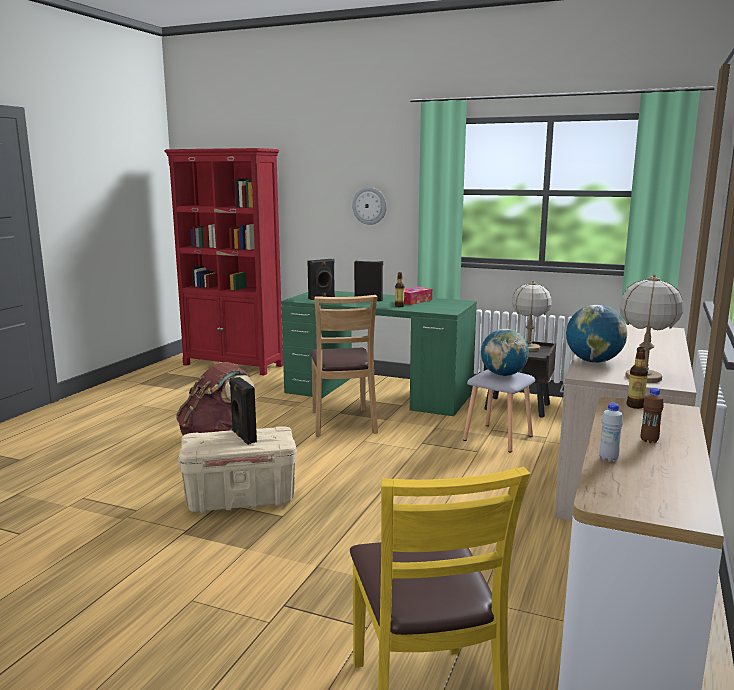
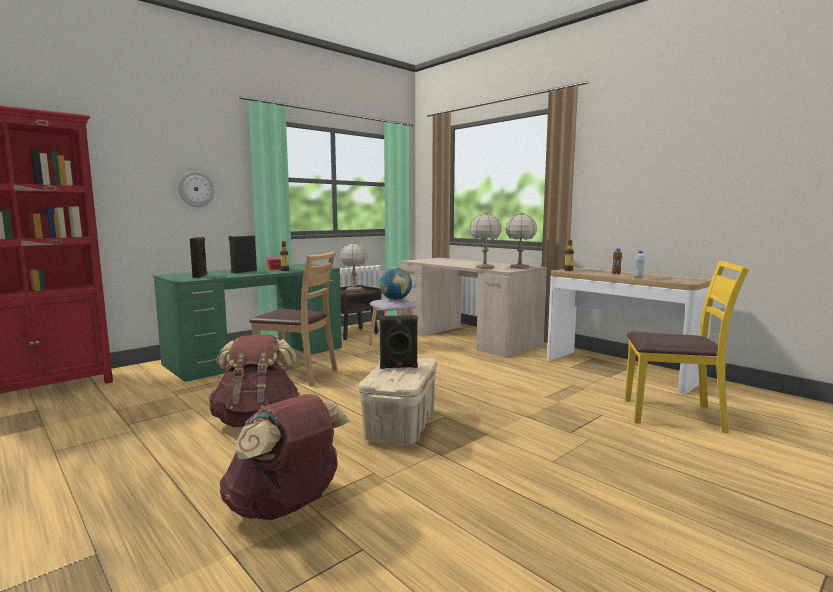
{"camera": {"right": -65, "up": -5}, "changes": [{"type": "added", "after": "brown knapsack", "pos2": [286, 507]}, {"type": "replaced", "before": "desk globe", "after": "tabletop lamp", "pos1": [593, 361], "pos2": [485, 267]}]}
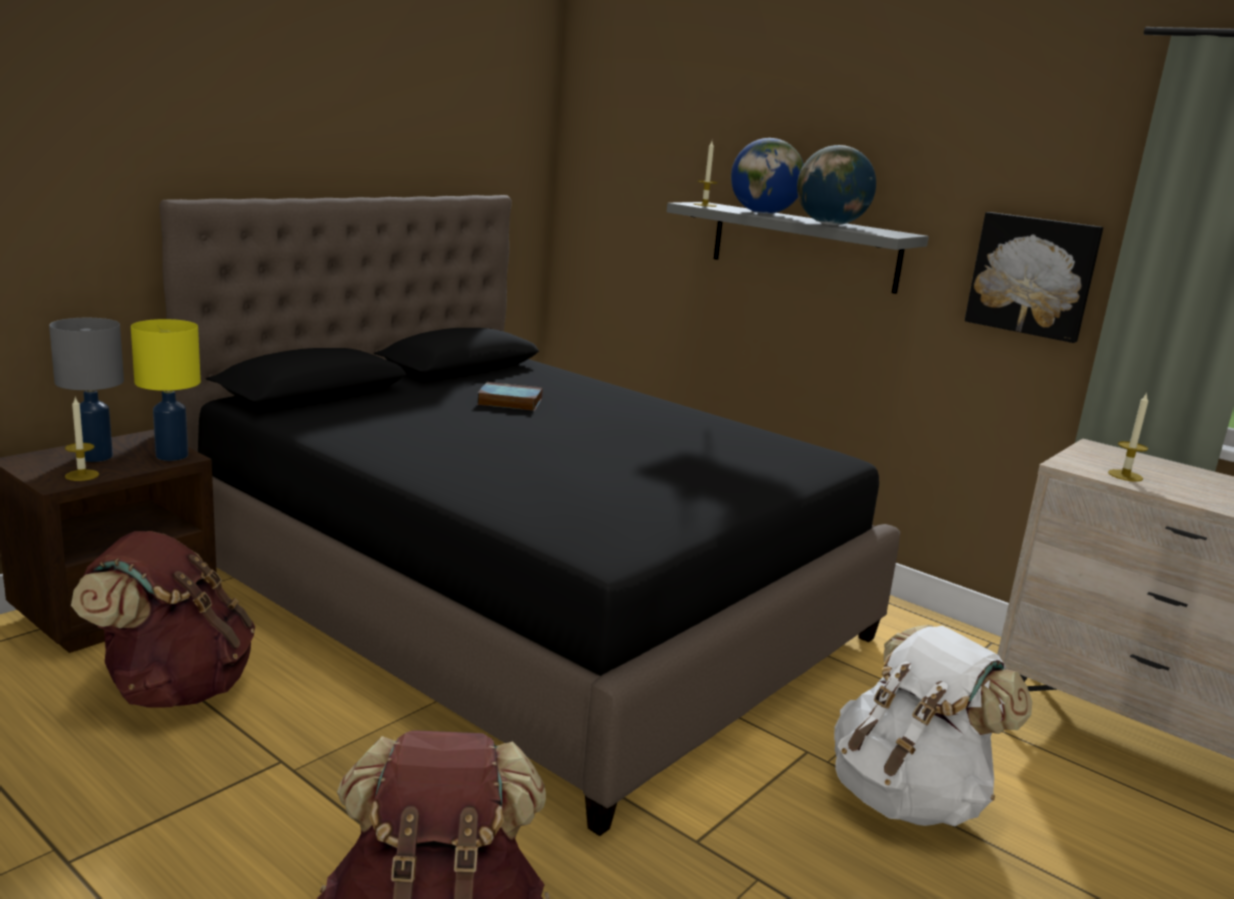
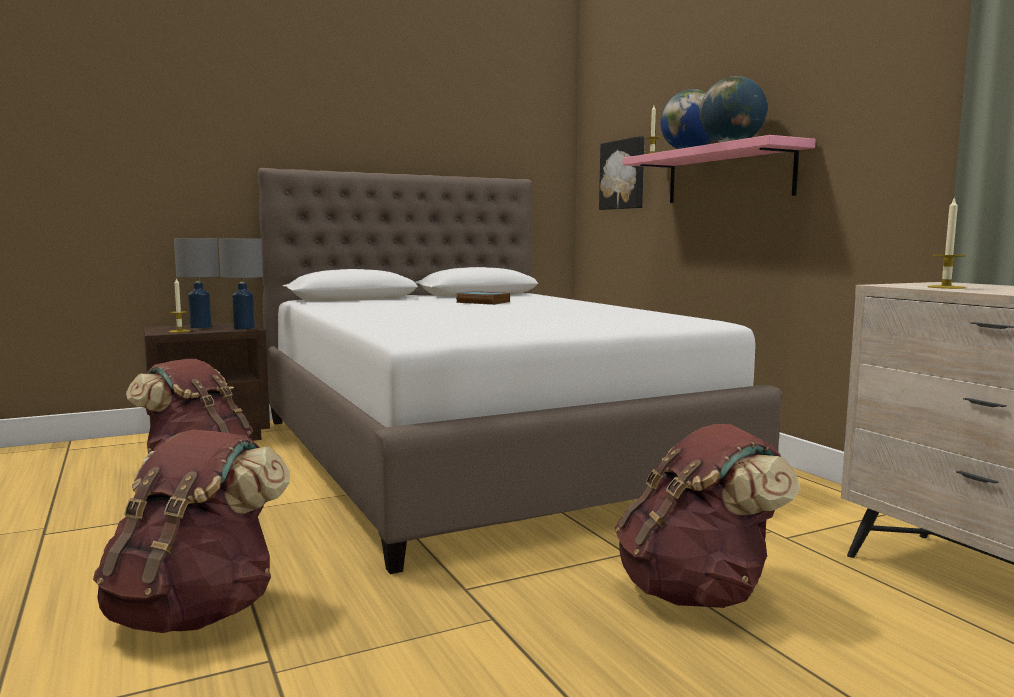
{"camera": {"right": 25, "up": -10}, "changes": [{"type": "moved", "before": "wall art", "pos1": [1033, 275], "pos2": [623, 175]}, {"type": "recoloured", "before": "yellow-coloured tabletop lamp", "after": "gray tabletop lamp", "pos1": [173, 456], "pos2": [244, 328]}, {"type": "recoloured", "before": "blackish bedroom bed", "after": "white-coloured bedroom bed", "pos1": [526, 602], "pos2": [480, 453]}, {"type": "recoloured", "before": "gray wall shelf", "after": "pink-coloured wall shelf", "pos1": [804, 246], "pos2": [728, 175]}, {"type": "recoloured", "before": "white-coloured knapsack", "after": "brown knapsack", "pos1": [908, 796], "pos2": [697, 593]}]}
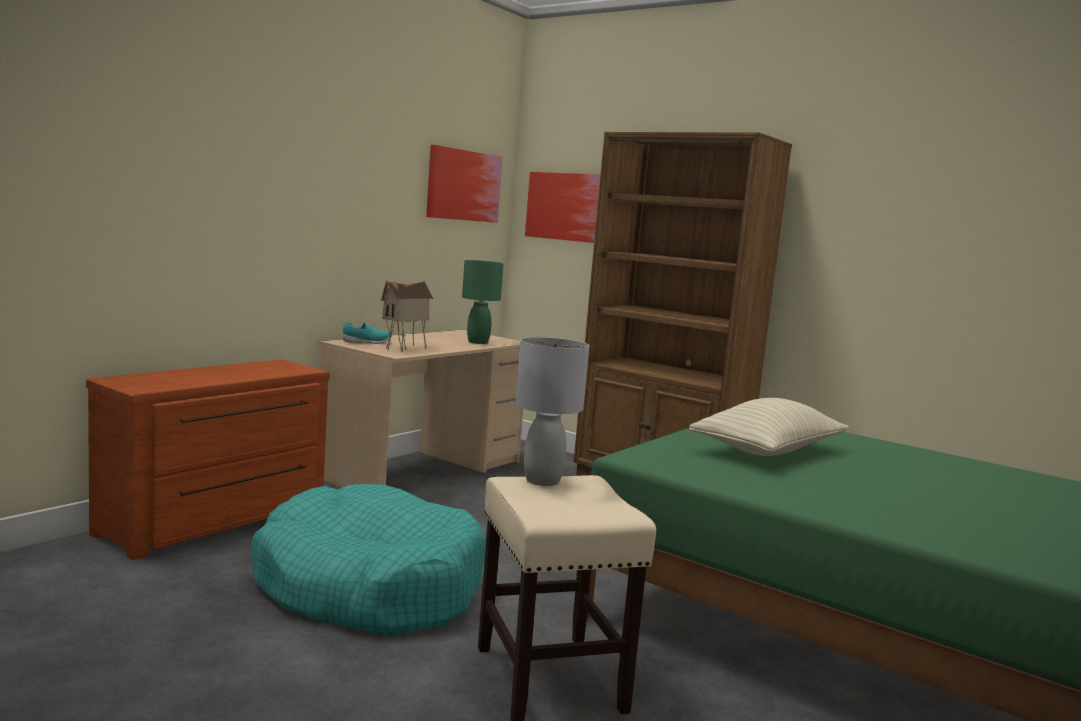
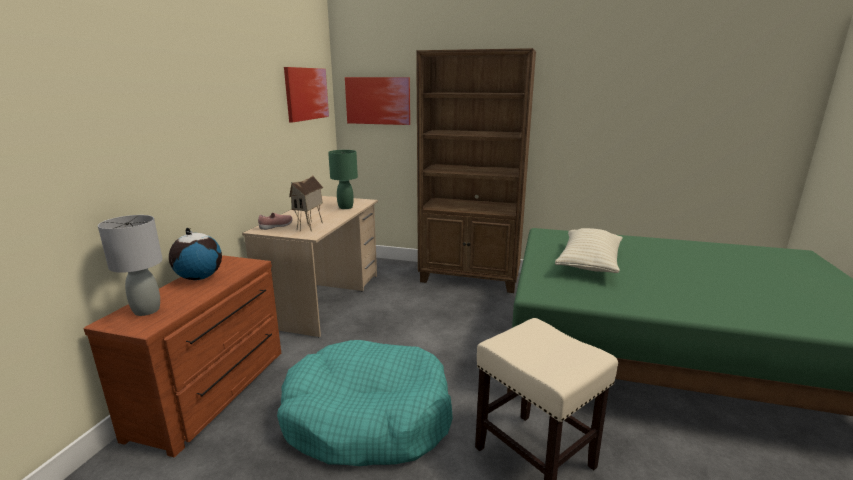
{"camera": {"right": -20, "up": 10}, "changes": [{"type": "added", "after": "desk globe", "pos2": [199, 277]}, {"type": "moved", "before": "gray tabletop lamp", "pos1": [542, 480], "pos2": [146, 310]}, {"type": "recoloured", "before": "turquoise-coloured shoe", "after": "pink-coloured shoe", "pos1": [366, 342], "pos2": [276, 226]}]}
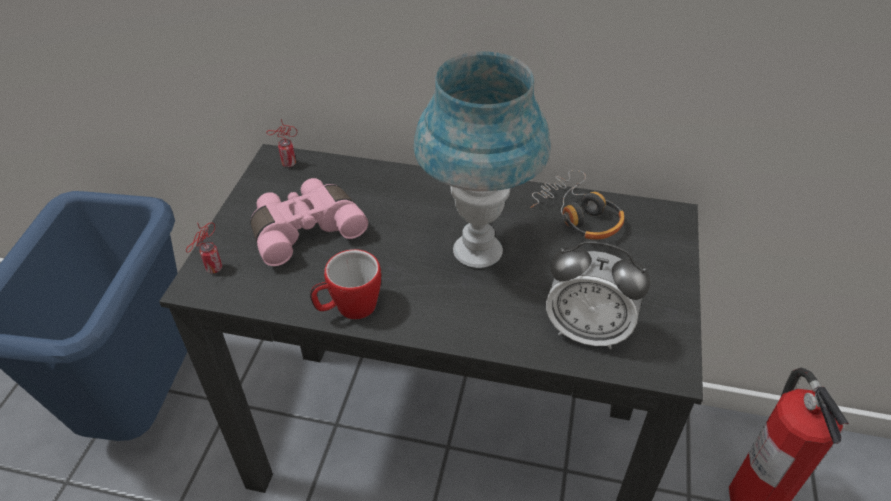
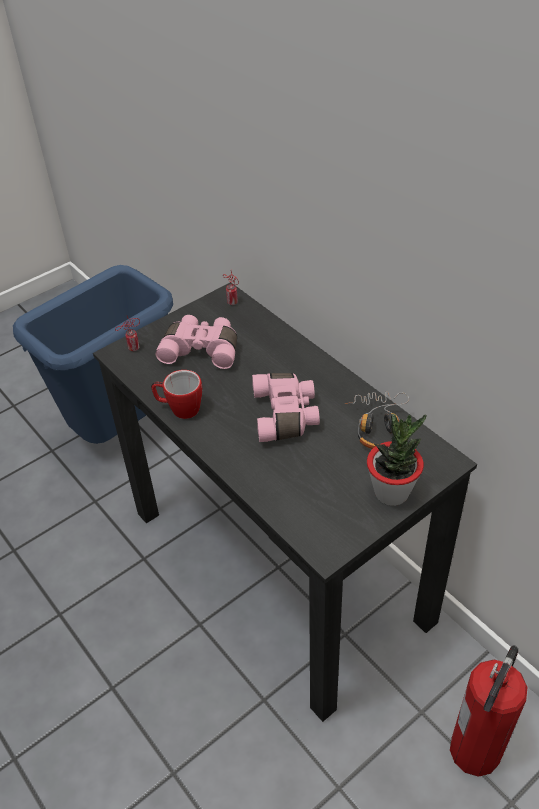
{"camera": {"right": 40, "up": 0}, "changes": [{"type": "removed", "before": "table clock", "pos1": [587, 330]}, {"type": "added", "after": "plant in a pot", "pos2": [392, 492]}, {"type": "replaced", "before": "blue-coloured tabletop lamp", "after": "pink-coloured binoculars", "pos1": [477, 251], "pos2": [286, 415]}]}
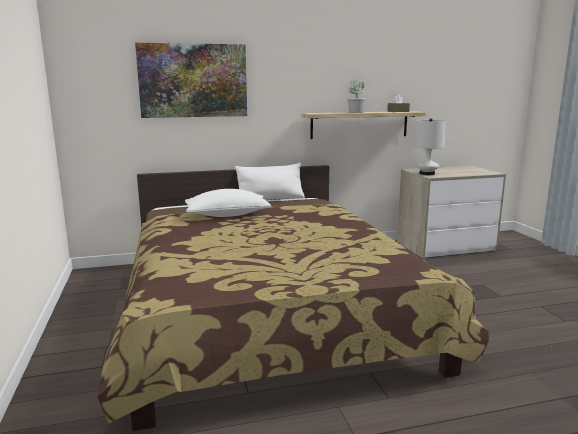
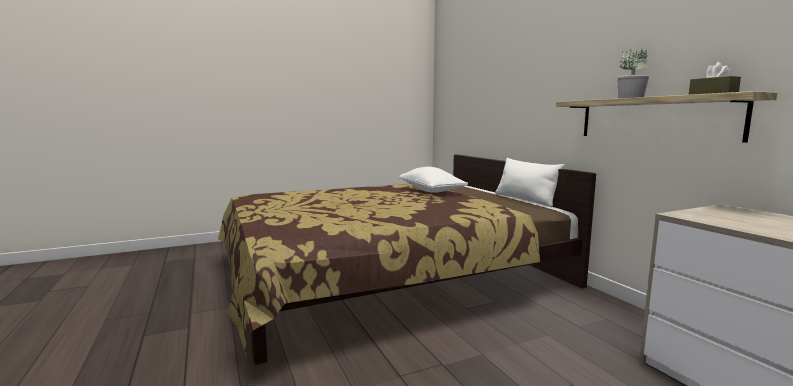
{"camera": {"right": 80, "up": -5}, "changes": [{"type": "removed", "before": "wall art", "pos1": [193, 81]}, {"type": "removed", "before": "white-coloured tabletop lamp", "pos1": [427, 173]}]}
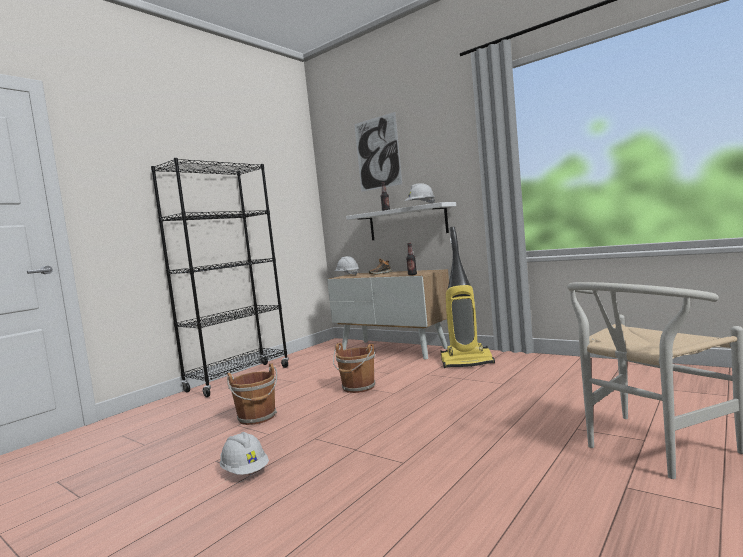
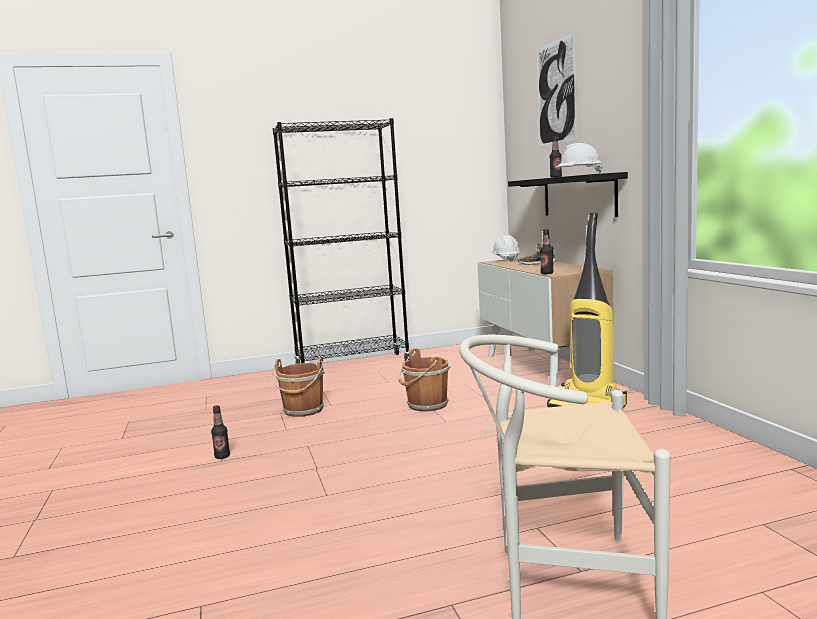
{"camera": {"right": 35, "up": 5}, "changes": [{"type": "replaced", "before": "white-coloured hard hat", "after": "bottle", "pos1": [245, 471], "pos2": [222, 457]}, {"type": "recoloured", "before": "white-coloured wall shelf", "after": "blackish wall shelf", "pos1": [407, 222], "pos2": [578, 196]}]}
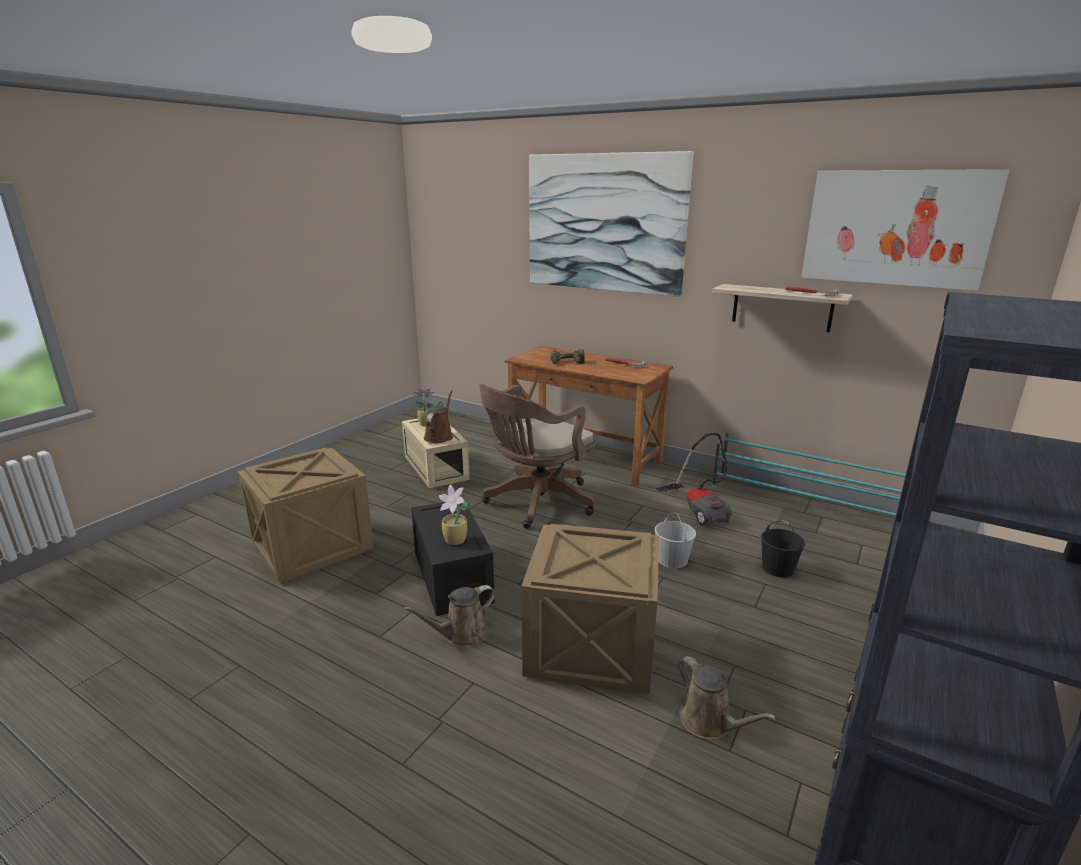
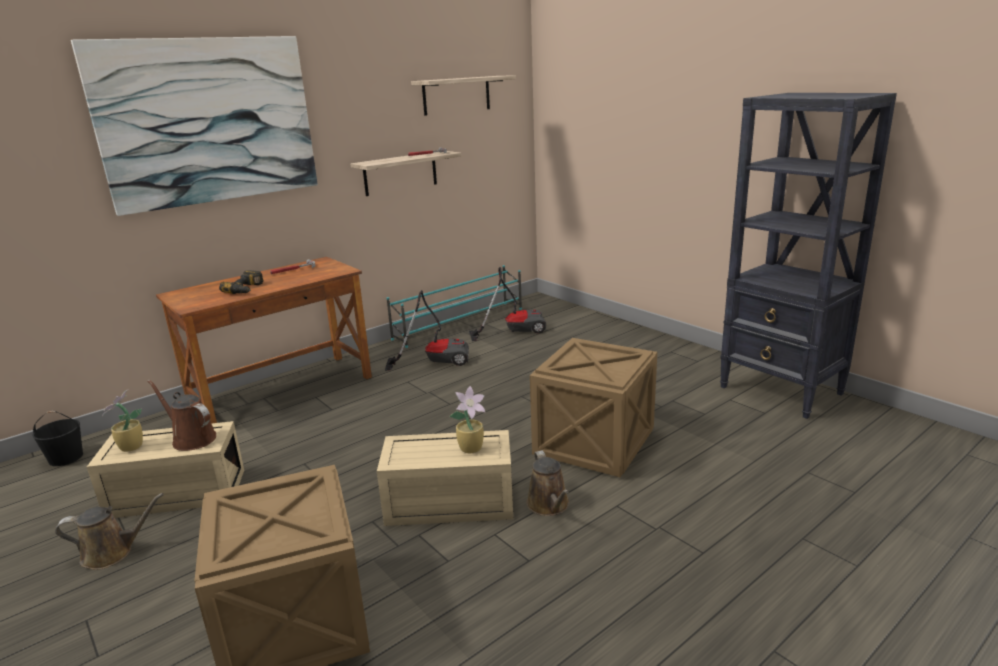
{"camera": {"right": -70, "up": 0}, "changes": [{"type": "removed", "before": "brown desk chair", "pos1": [536, 503]}, {"type": "removed", "before": "white-coloured pail", "pos1": [673, 560]}, {"type": "added", "after": "hoover", "pos2": [514, 330]}, {"type": "moved", "before": "brown watering pot", "pos1": [709, 722], "pos2": [112, 553]}, {"type": "moved", "before": "blackish pail", "pos1": [778, 568], "pos2": [66, 457]}, {"type": "replaced", "before": "wall art", "after": "wall shelf", "pos1": [896, 228], "pos2": [456, 95]}, {"type": "recoloured", "before": "blackish storage box", "after": "beige storage box", "pos1": [450, 576], "pos2": [448, 504]}]}
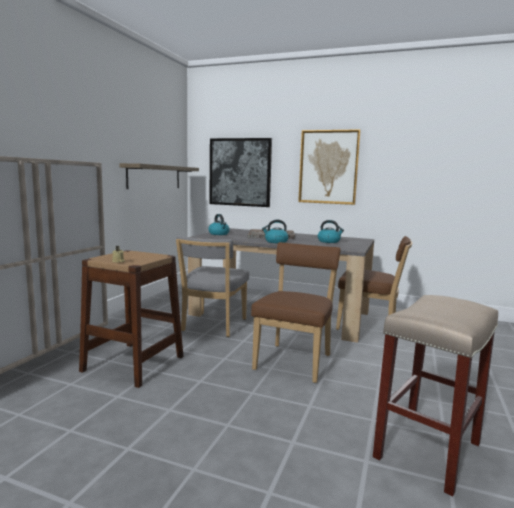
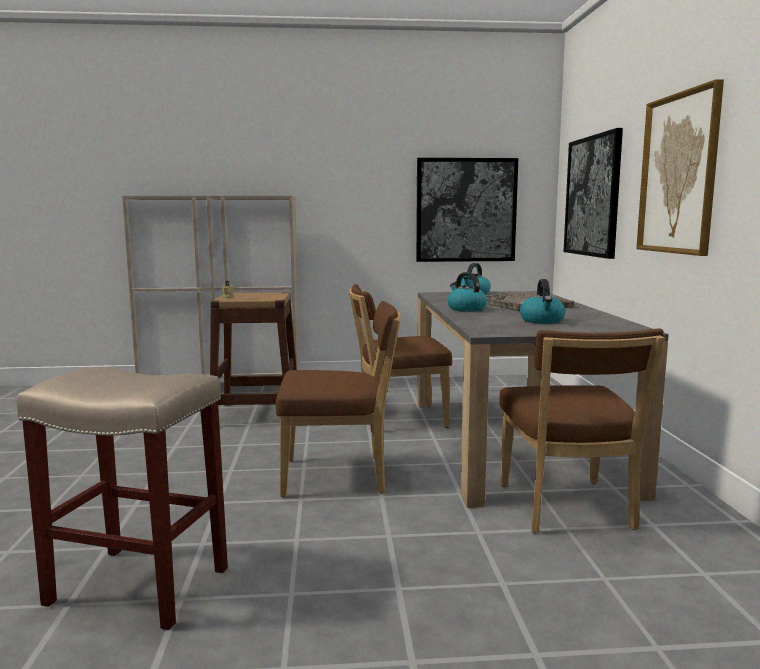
{"camera": {"right": 65, "up": 0}, "changes": [{"type": "replaced", "before": "wall shelf", "after": "wall art", "pos1": [154, 177], "pos2": [466, 210]}, {"type": "recoloured", "before": "gray chair", "after": "brown chair", "pos1": [212, 326], "pos2": [397, 419]}]}
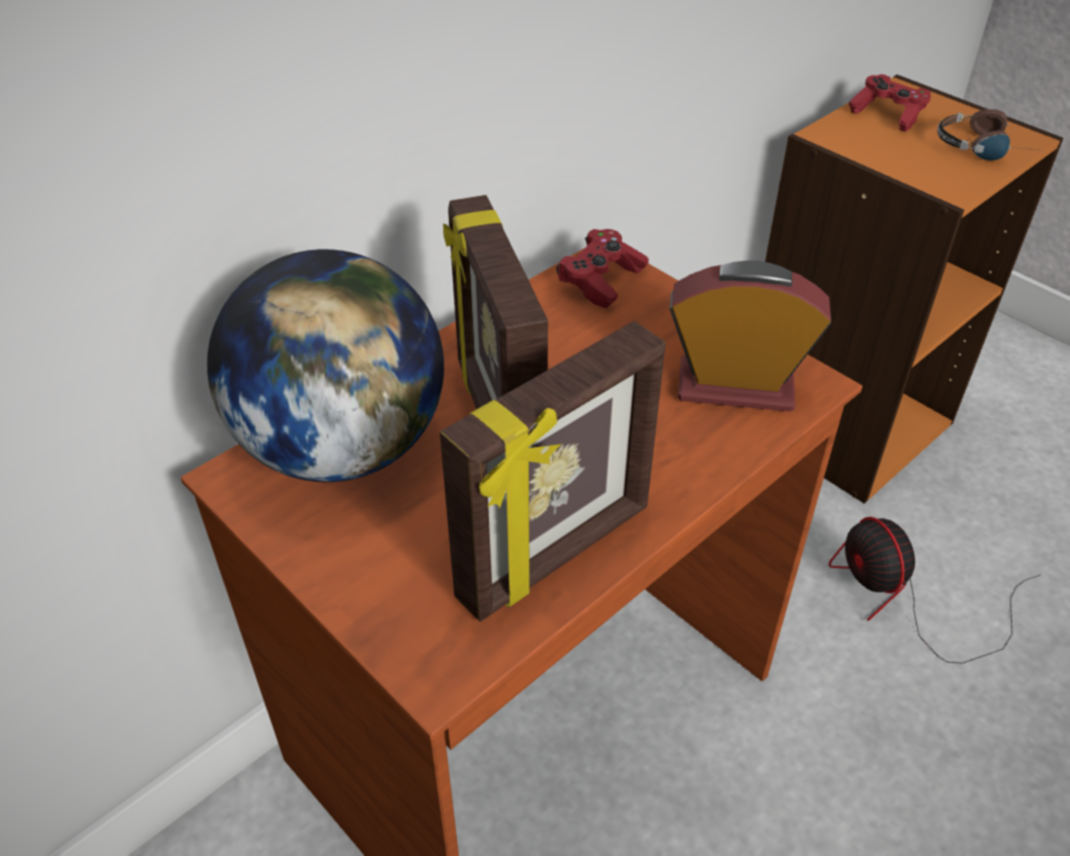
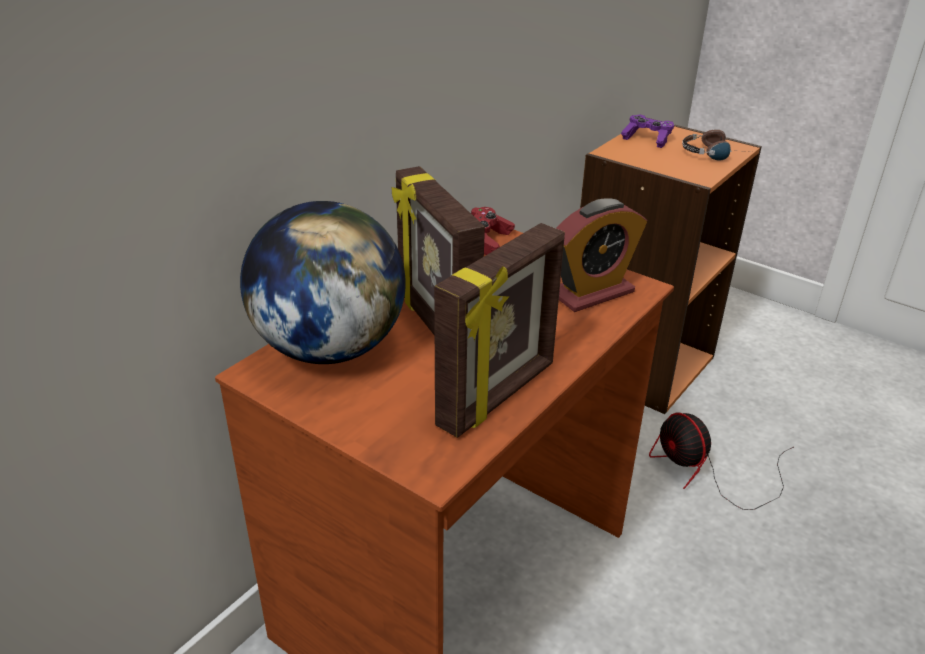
{"camera": {"right": -10, "up": -10}, "changes": [{"type": "recoloured", "before": "reddish joypad", "after": "purplish joypad", "pos1": [888, 114], "pos2": [647, 139]}, {"type": "turned", "before": "table clock", "pos1": [735, 387], "pos2": [591, 293], "turn": 150}]}
